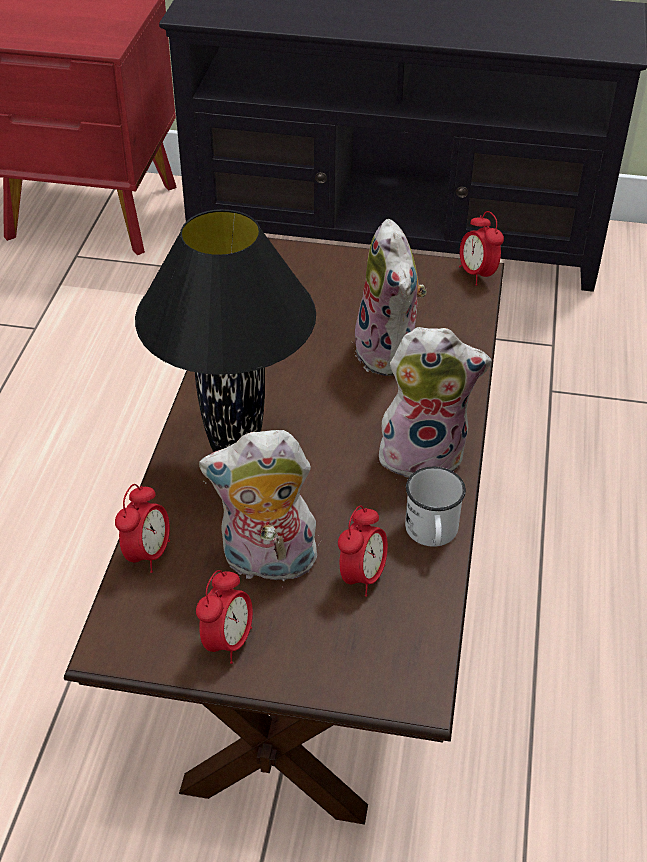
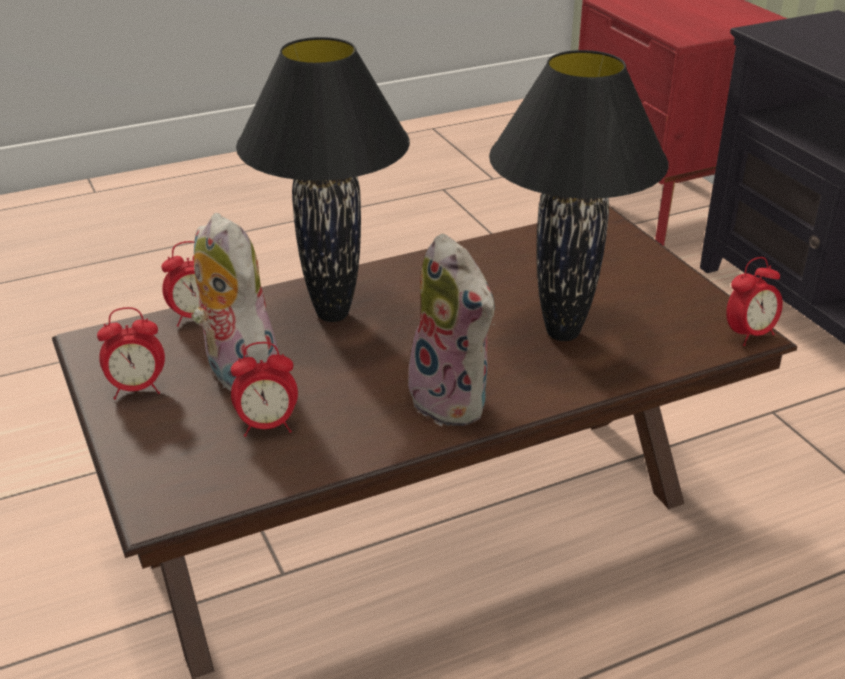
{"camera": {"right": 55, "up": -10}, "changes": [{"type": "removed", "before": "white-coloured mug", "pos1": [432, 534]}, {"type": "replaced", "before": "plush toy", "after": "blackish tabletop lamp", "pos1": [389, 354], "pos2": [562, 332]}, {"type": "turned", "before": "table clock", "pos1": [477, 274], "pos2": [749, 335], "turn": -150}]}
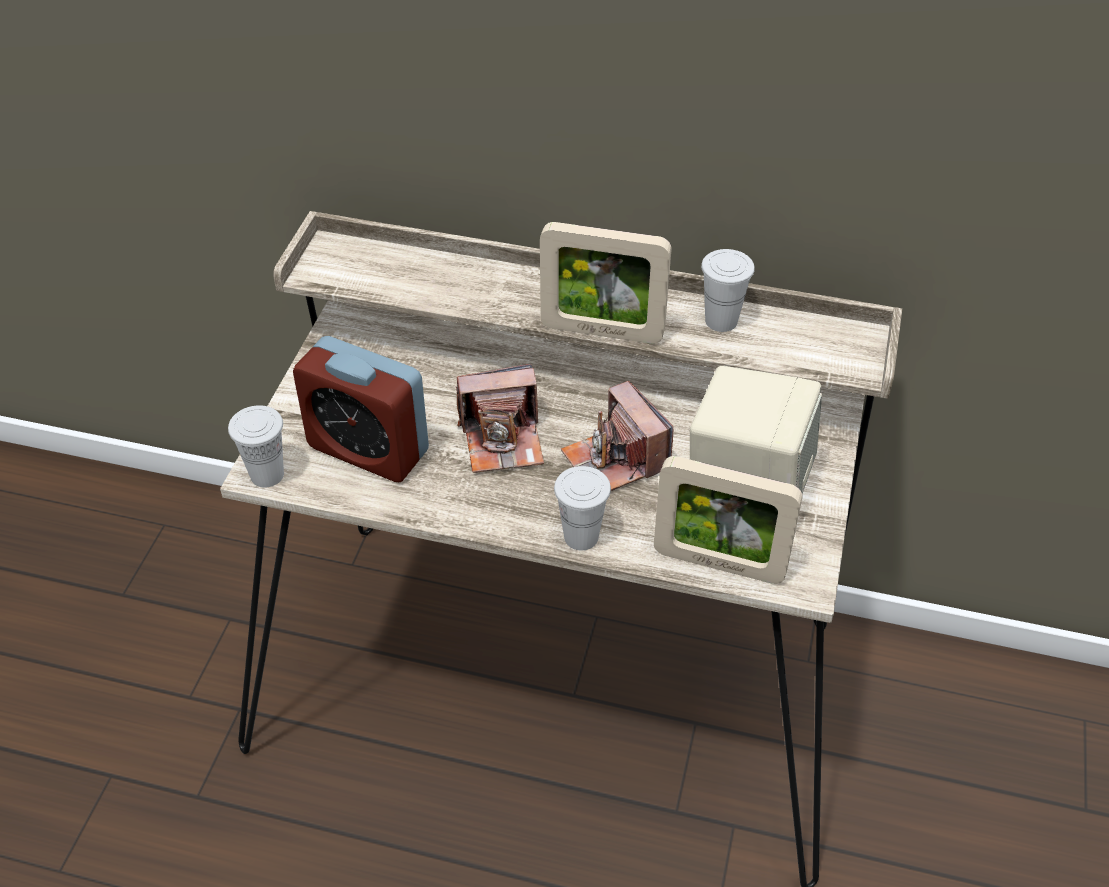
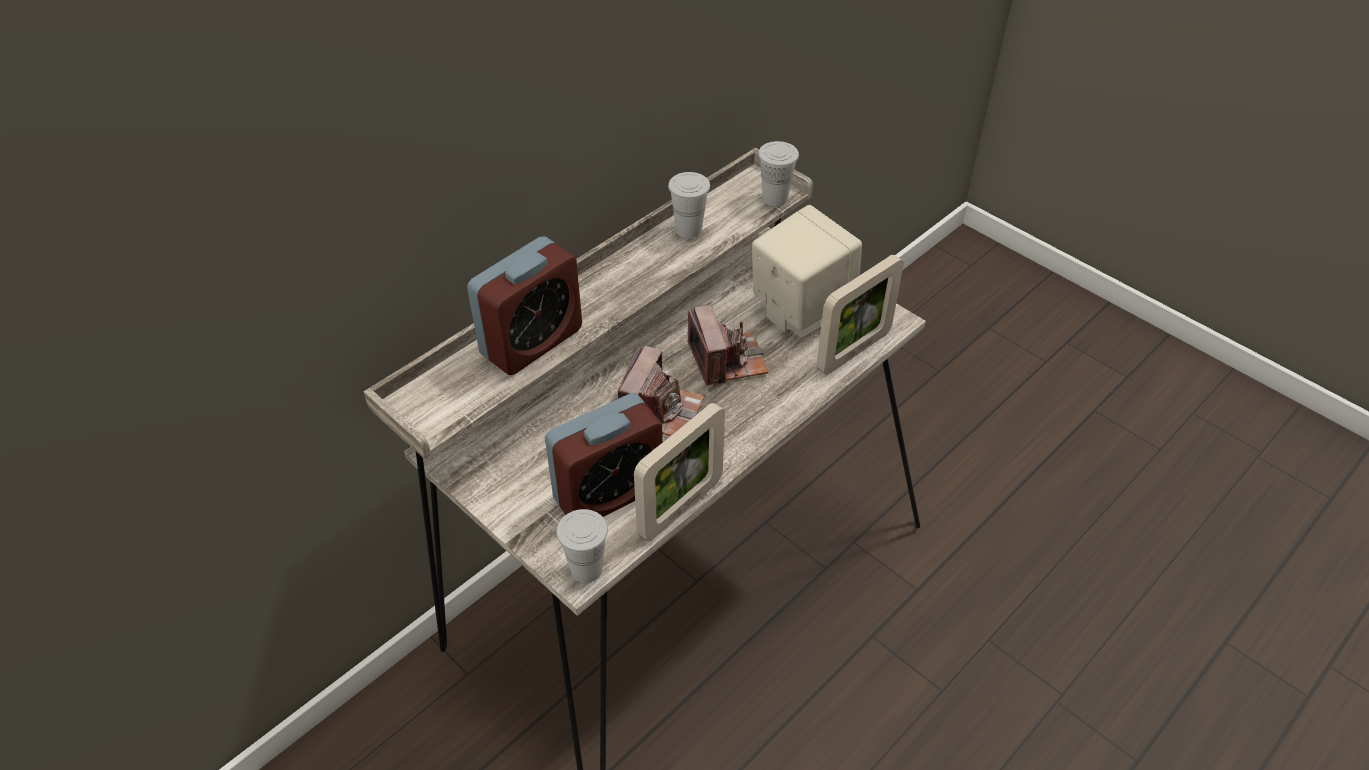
{"camera": {"right": -60, "up": 0}, "changes": [{"type": "added", "after": "table clock", "pos2": [532, 342]}, {"type": "moved", "before": "picture frame", "pos1": [602, 331], "pos2": [680, 507]}, {"type": "moved", "before": "white-coloured small cup", "pos1": [581, 537], "pos2": [775, 198]}, {"type": "turned", "before": "still camera", "pos1": [615, 461], "pos2": [727, 360], "turn": -105}]}
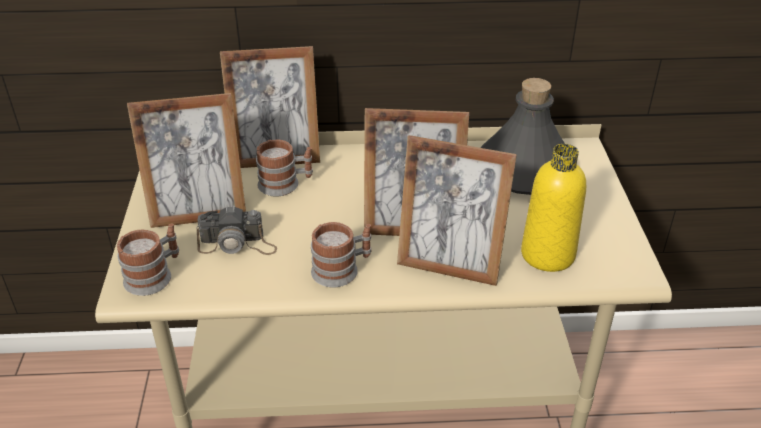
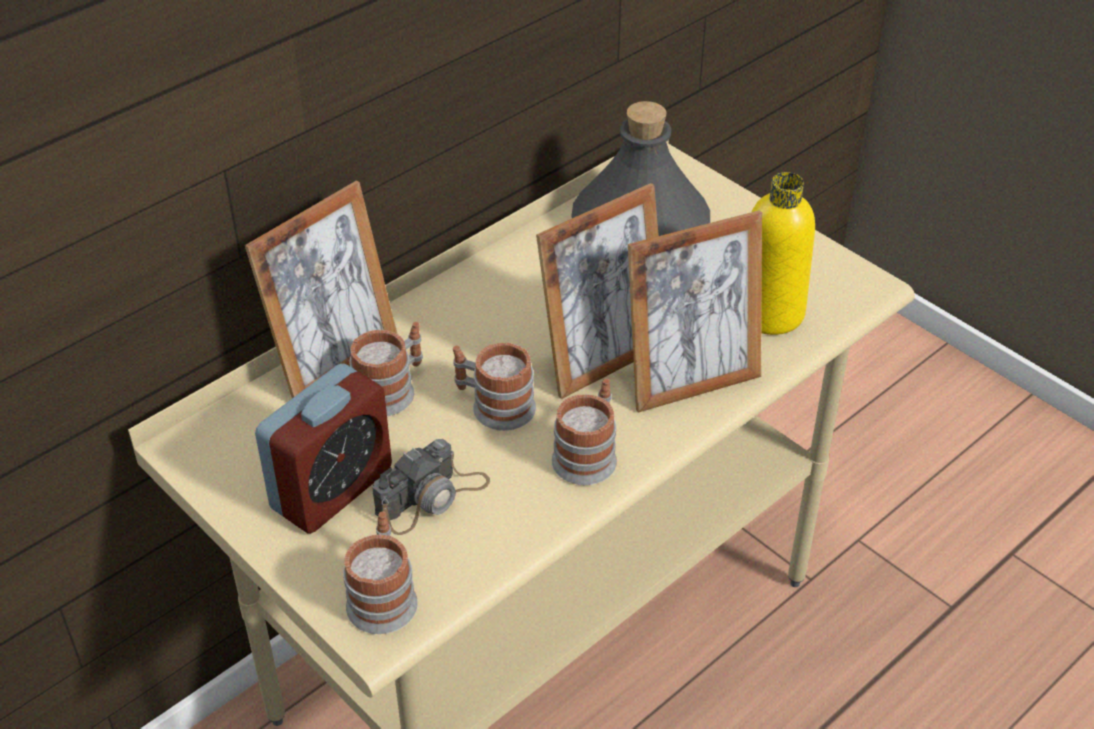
{"camera": {"right": -40, "up": 5}, "changes": [{"type": "added", "after": "mug", "pos2": [494, 406]}, {"type": "replaced", "before": "picture frame", "after": "table clock", "pos1": [198, 213], "pos2": [332, 489]}]}
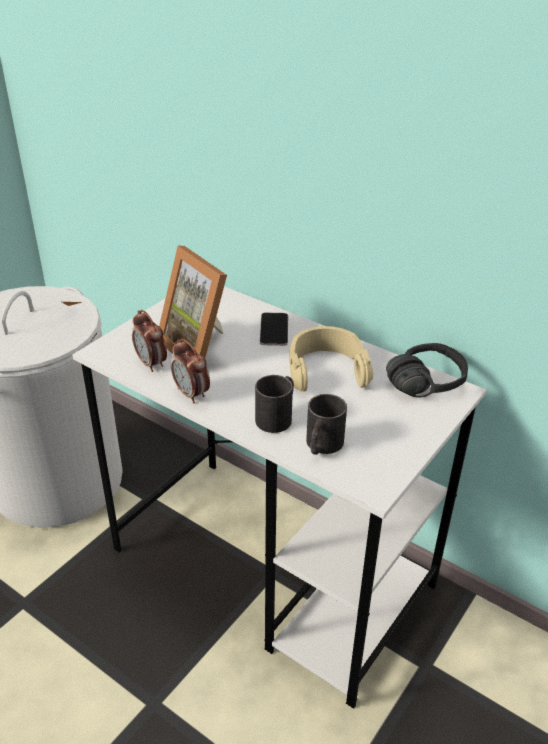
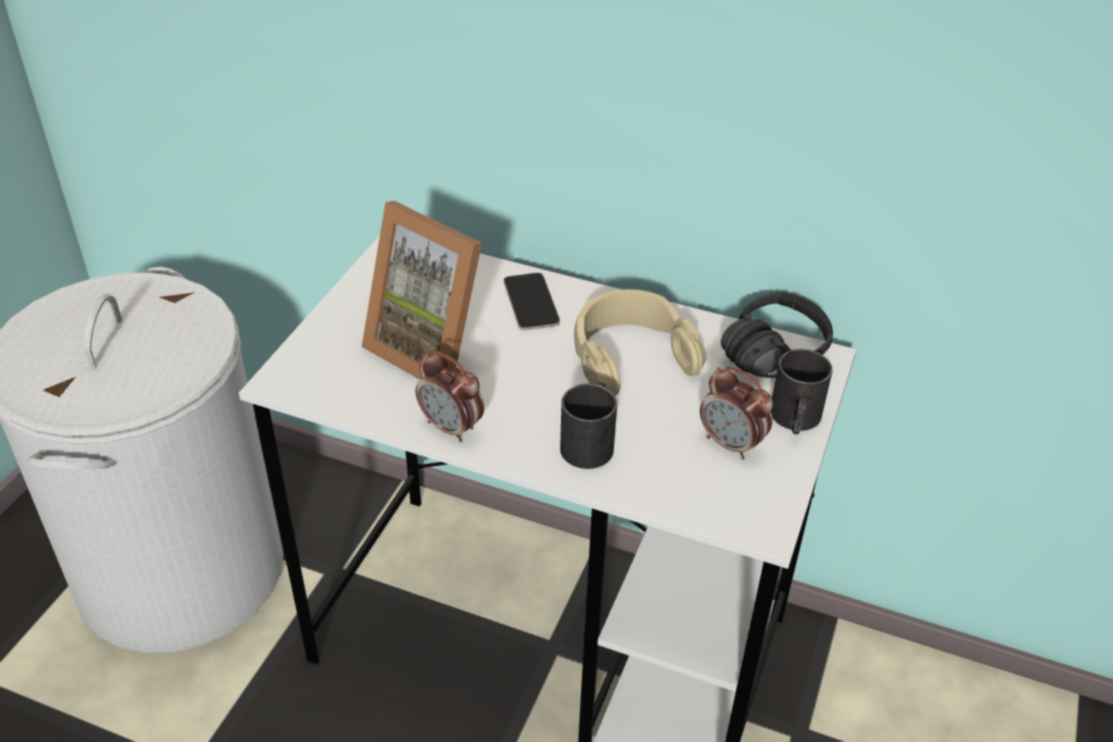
{"camera": {"right": -15, "up": 5}, "changes": [{"type": "moved", "before": "table clock", "pos1": [151, 363], "pos2": [731, 444]}, {"type": "moved", "before": "blackish mug", "pos1": [321, 446], "pos2": [795, 420]}]}
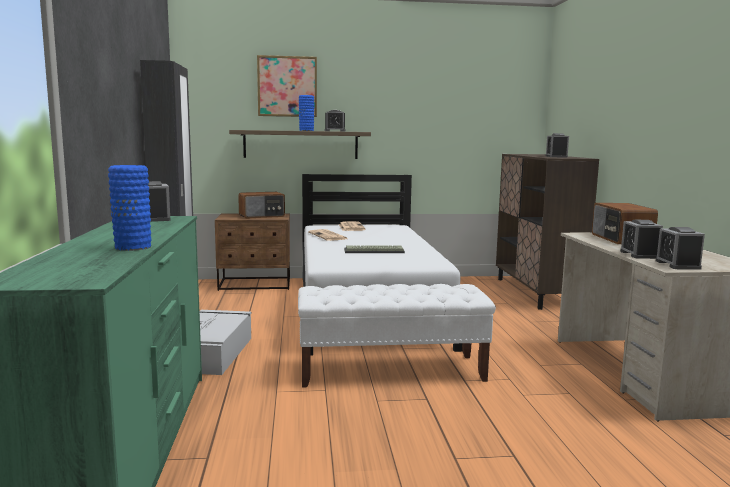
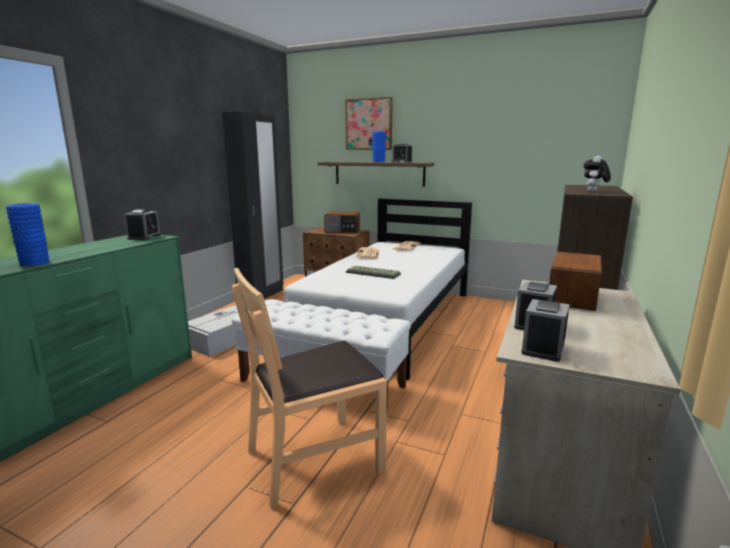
{"camera": {"right": 30, "up": 5}, "changes": [{"type": "added", "after": "brown chair", "pos2": [314, 458]}, {"type": "replaced", "before": "table clock", "after": "plush toy", "pos1": [556, 156], "pos2": [593, 191]}]}
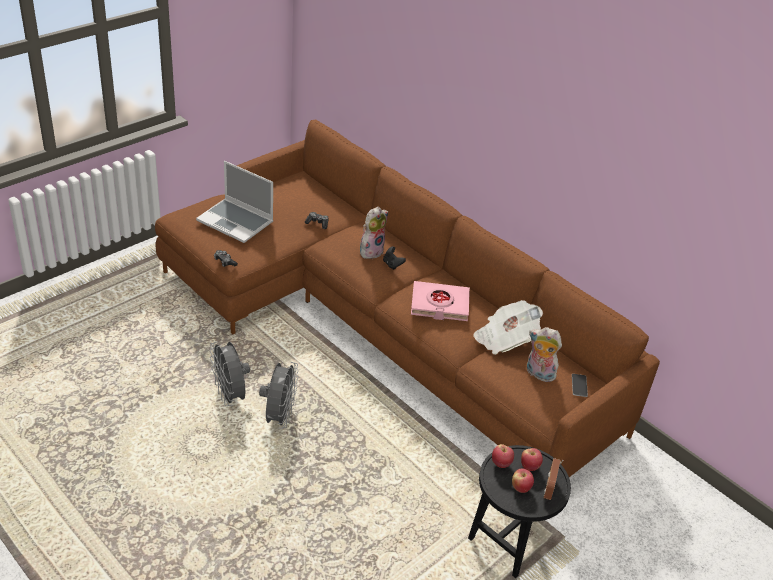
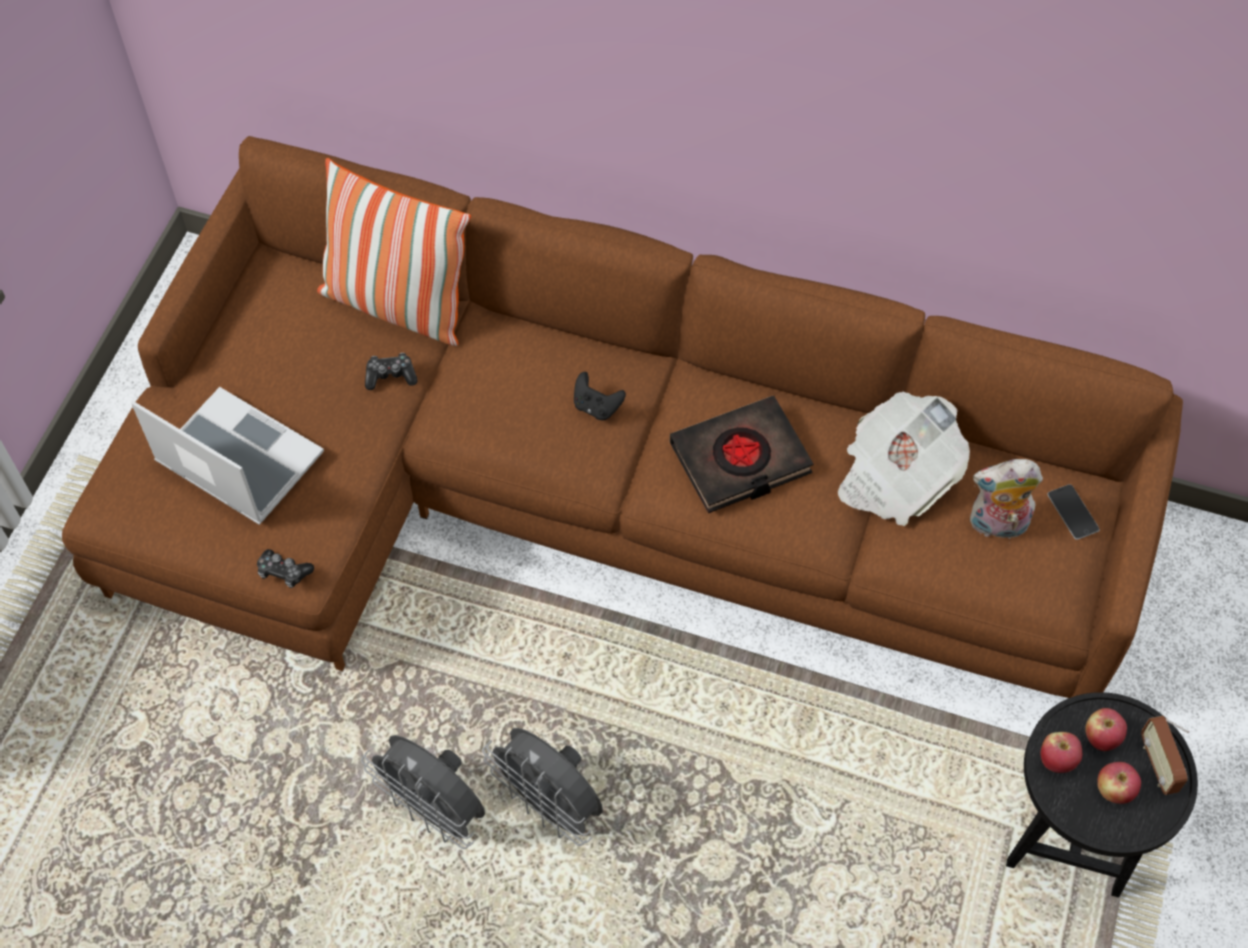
{"camera": {"right": -25, "up": 20}, "changes": [{"type": "removed", "before": "plush toy", "pos1": [371, 251]}, {"type": "added", "after": "cushion", "pos2": [397, 305]}, {"type": "recoloured", "before": "pink-coloured book", "after": "blackish book", "pos1": [439, 305], "pos2": [740, 460]}, {"type": "turned", "before": "laptop", "pos1": [236, 222], "pos2": [236, 459], "turn": -150}, {"type": "turned", "before": "gray cooling fan", "pos1": [279, 417], "pos2": [550, 806], "turn": 150}]}
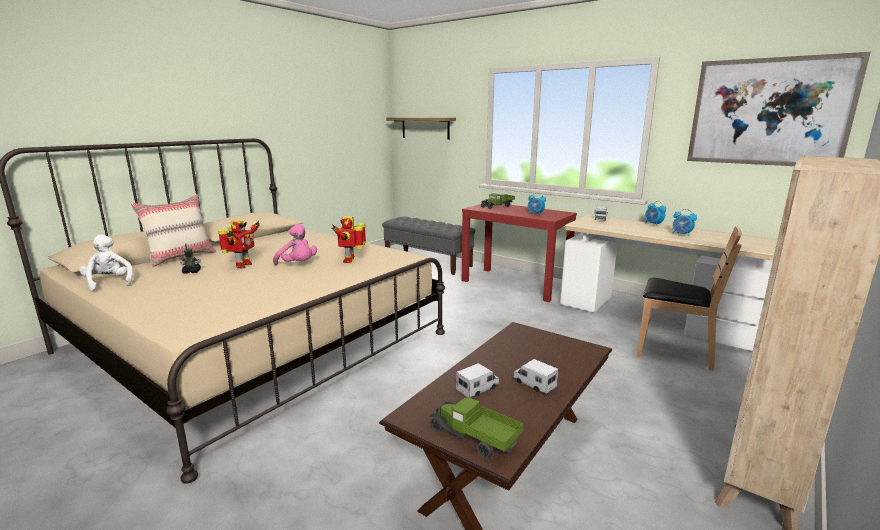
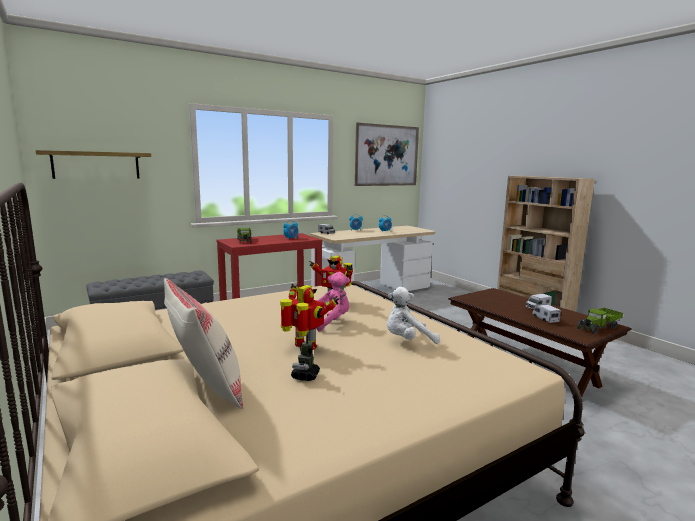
{"camera": {"right": -70, "up": -5}, "changes": [{"type": "removed", "before": "brown chair", "pos1": [674, 352]}, {"type": "moved", "before": "white-coloured plush toy", "pos1": [109, 283], "pos2": [408, 340]}]}
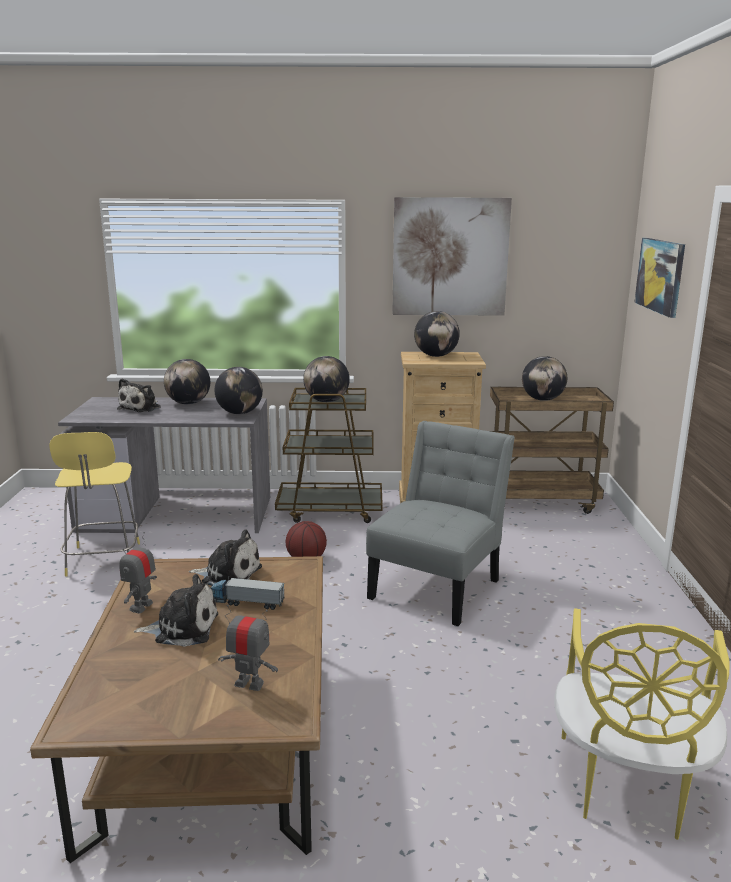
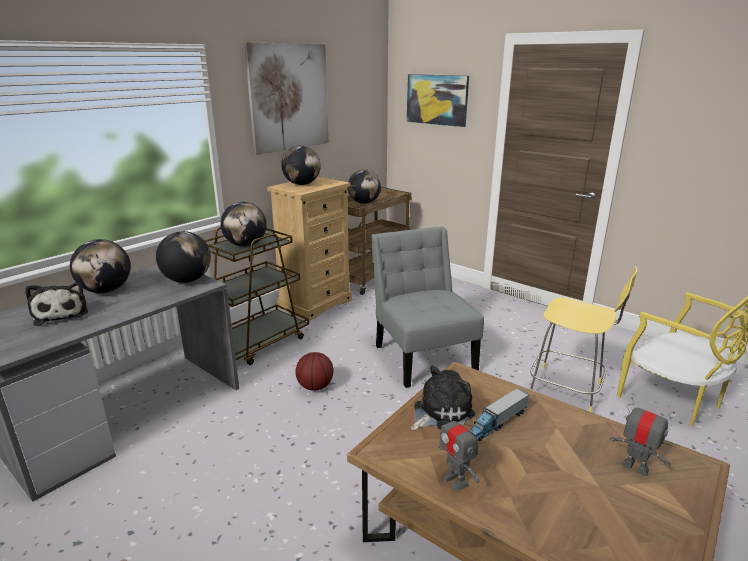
{"camera": {"right": -50, "up": 5}, "changes": [{"type": "removed", "before": "plush toy", "pos1": [182, 628]}, {"type": "moved", "before": "yellow-coloured stool seat", "pos1": [103, 560], "pos2": [568, 390]}, {"type": "turned", "before": "toy robot", "pos1": [249, 684], "pos2": [635, 467], "turn": 75}]}
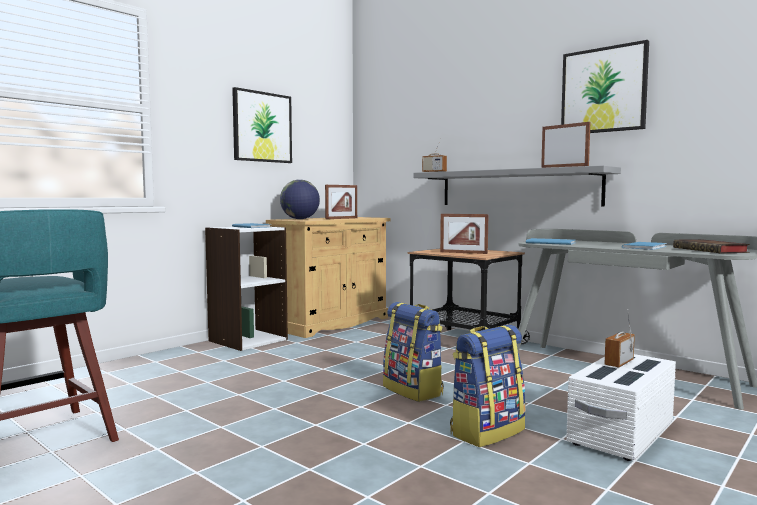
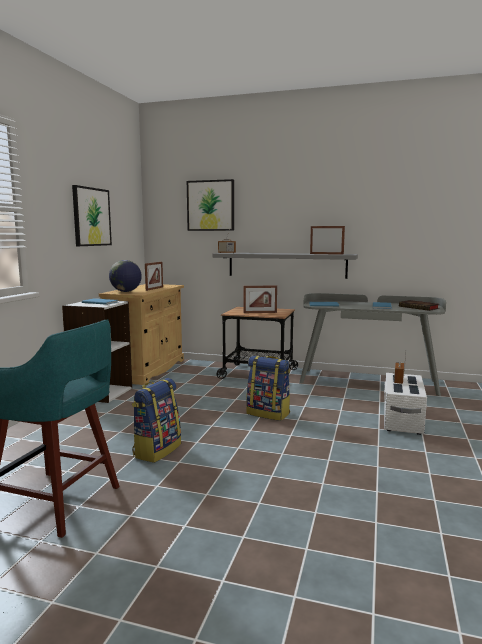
{"camera": {"right": -25, "up": 5}, "changes": [{"type": "moved", "before": "knapsack", "pos1": [486, 431], "pos2": [157, 450]}, {"type": "moved", "before": "wall art", "pos1": [603, 90], "pos2": [210, 205]}]}
